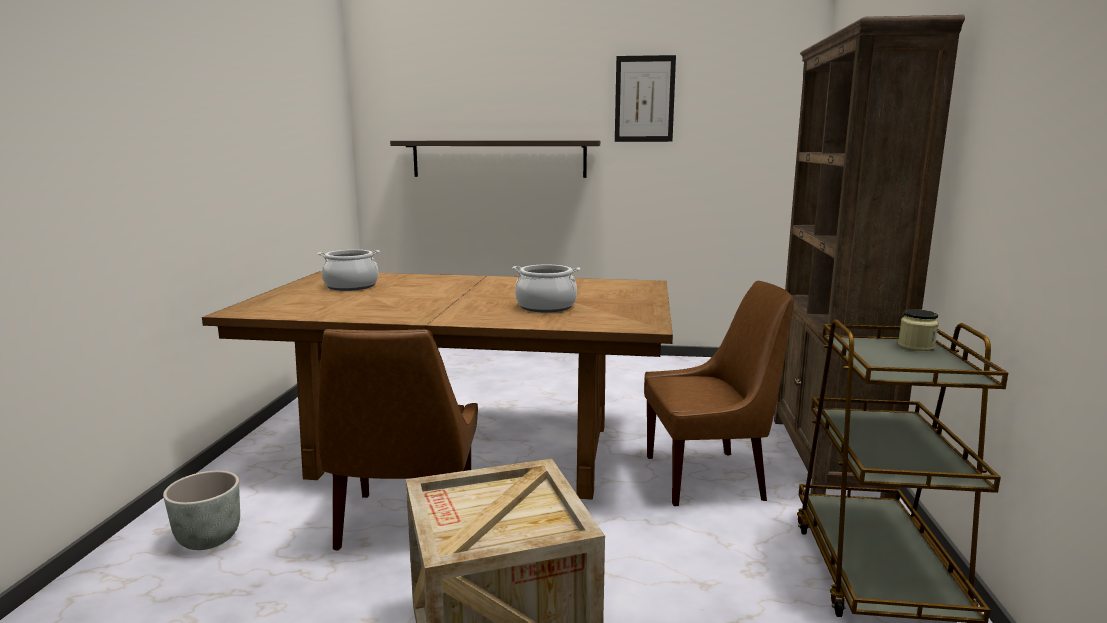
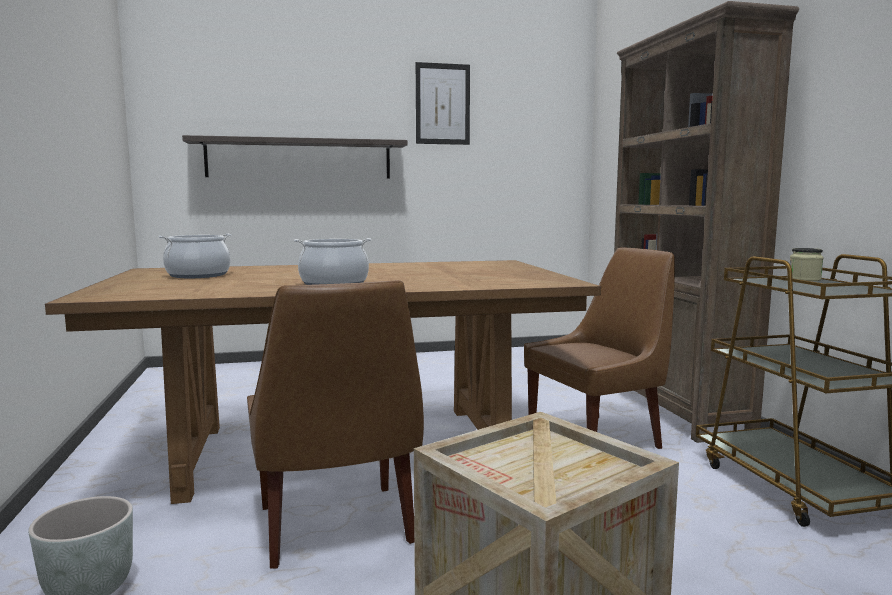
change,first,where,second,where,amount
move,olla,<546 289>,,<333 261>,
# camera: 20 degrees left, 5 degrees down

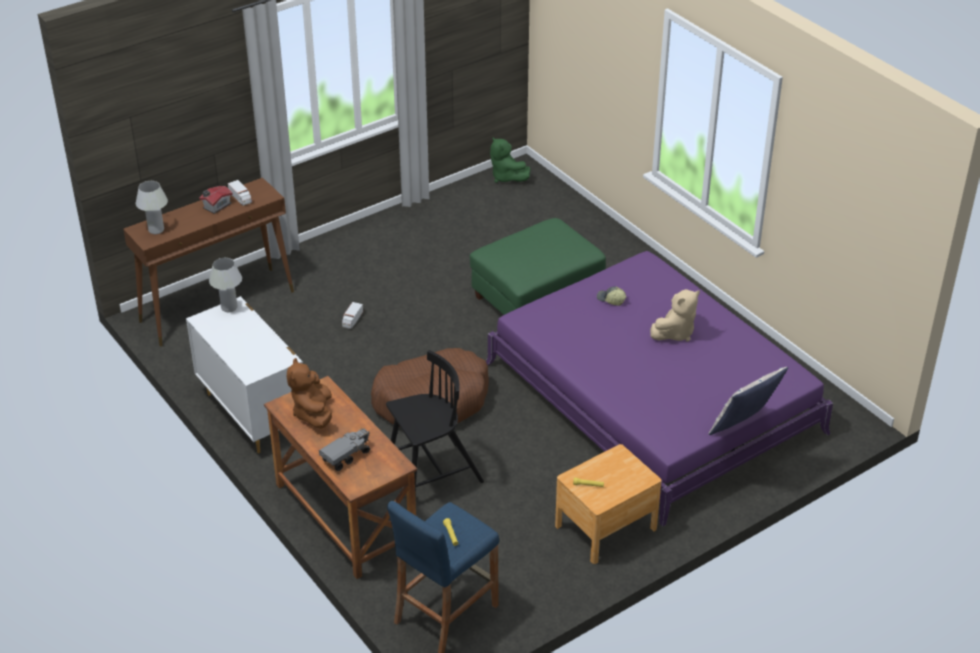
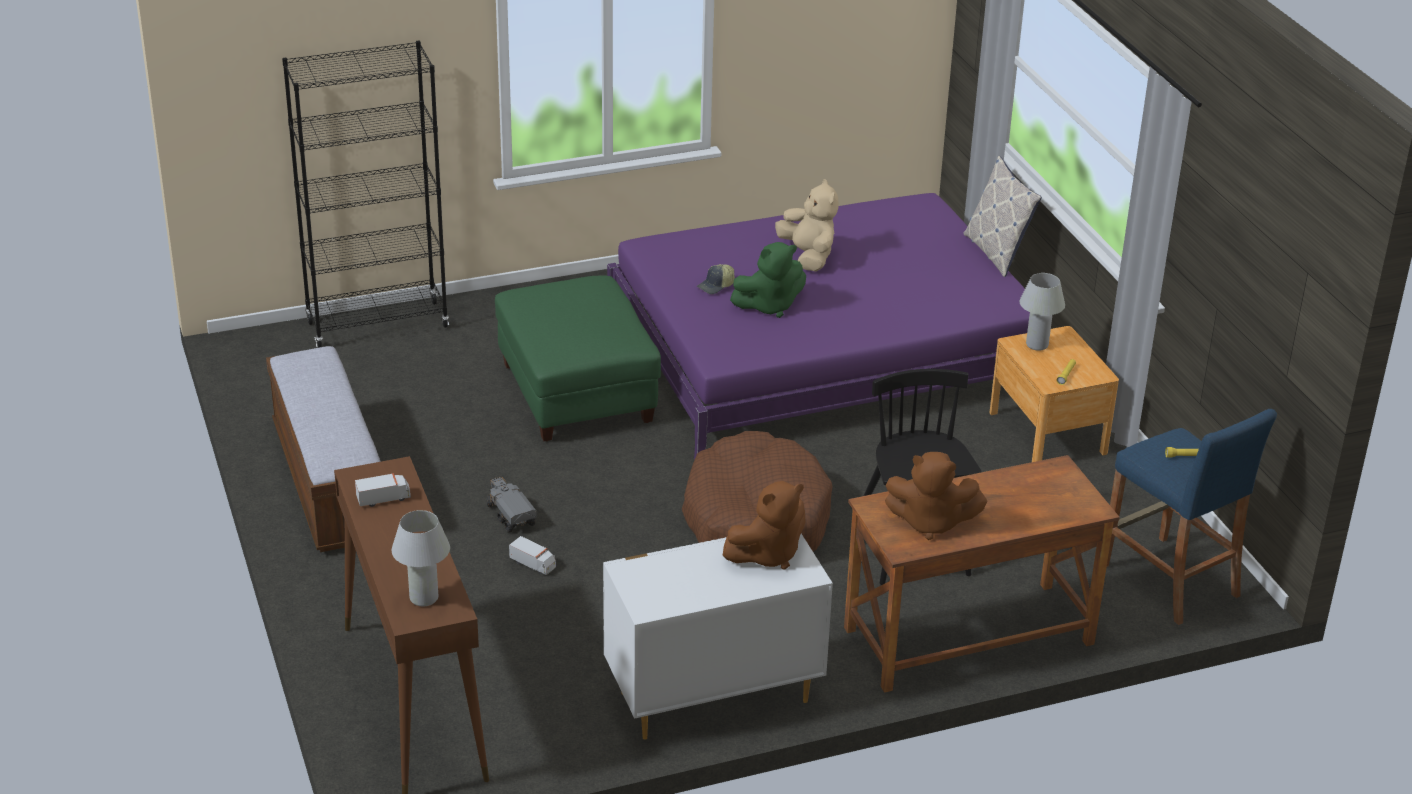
change,first,where,second,where,amount
insert,,,banco,<323 449>,
insert,,,estantería/negro,<365 194>,
move,camión de juguete,<344 449>,,<512 505>,
insert,,,peluche/marrón,<764 525>,
move,peluche/verde,<510 160>,,<768 280>,
move,lámpara de mesa/blanco,<225 285>,,<1042 312>,
delete,casita,<216 200>,,,
# camera: 75 degrees left, 5 degrees down

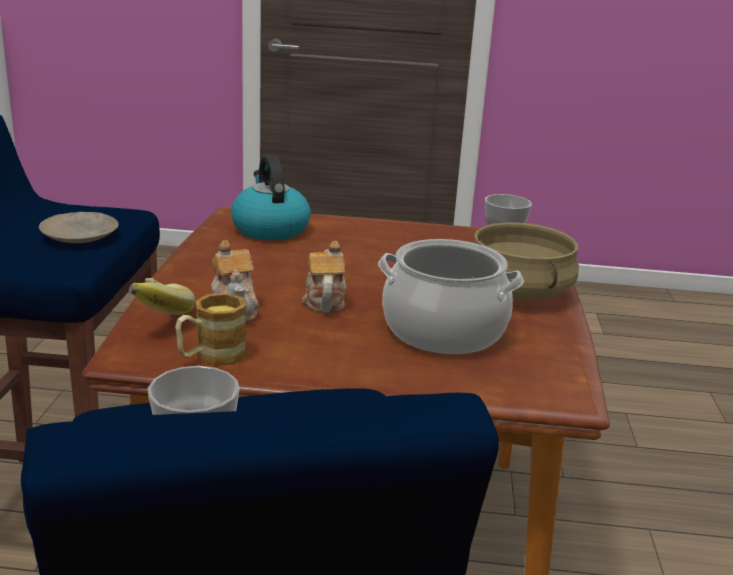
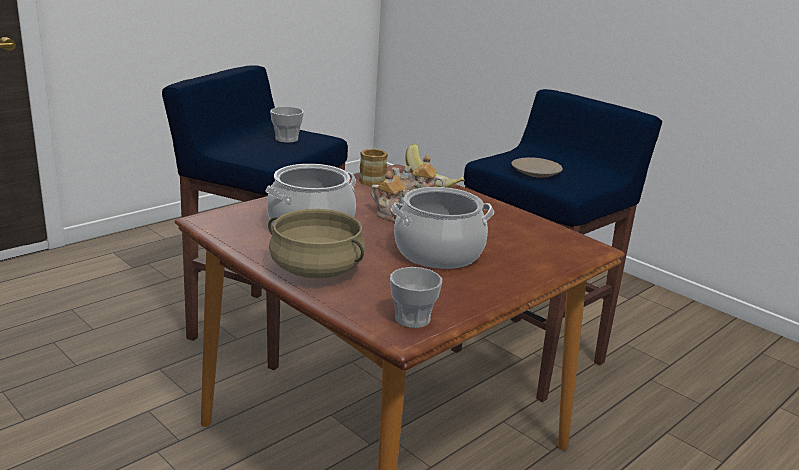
change,first,where,second,where,amount
insert,,,olla,<442 228>,
delete,hervidor,<271 197>,,,
# camera: 130 degrees right, 0 degrees up

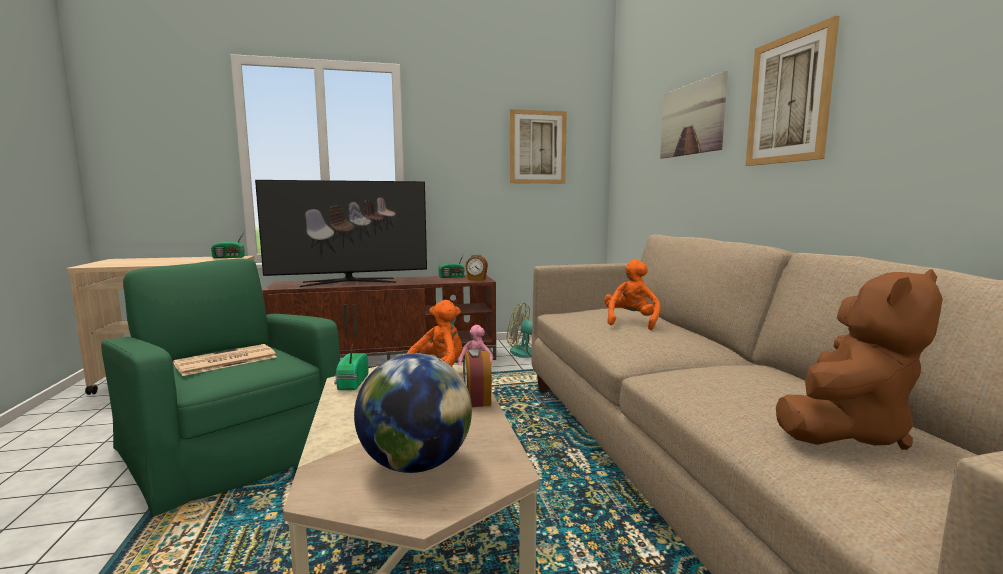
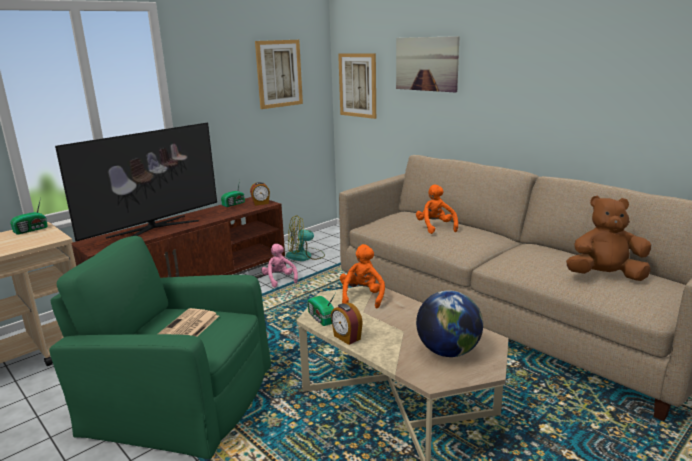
change,first,where,second,where,amount
move,despertador,<477 378>,,<347 324>,
move,cuadro,<792 91>,,<357 86>,
rotate,peluche/marrón,<859 359>,,<608 238>,105 degrees counterclockwise
# camera: 30 degrees left, 10 degrees up

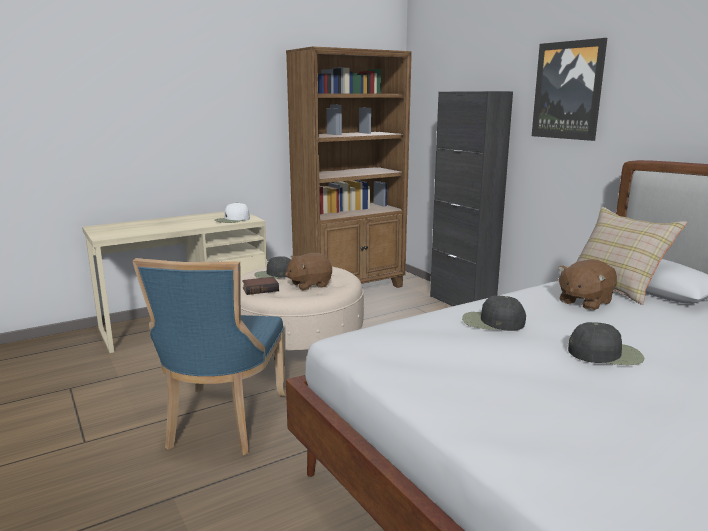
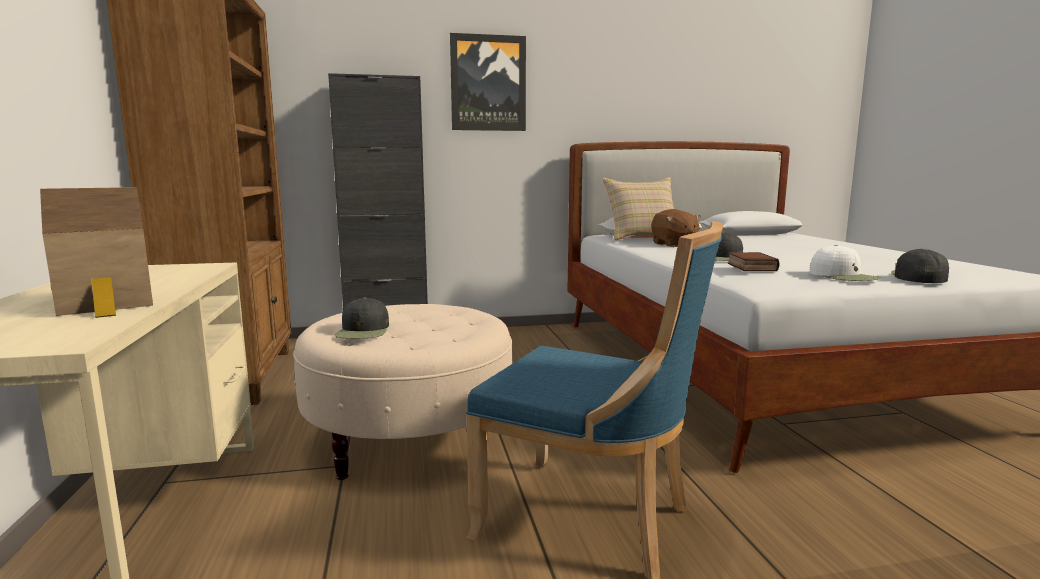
change,first,where,second,where,amount
insert,,,casita,<96 252>,
move,libro,<260 286>,,<753 261>,
move,gorra/blanco,<232 213>,,<845 263>,
move,gorra/negro,<606 343>,,<920 266>,
delete,peluche/marrón,<308 271>,,,
# camera: 70 degrees left, 5 degrees down

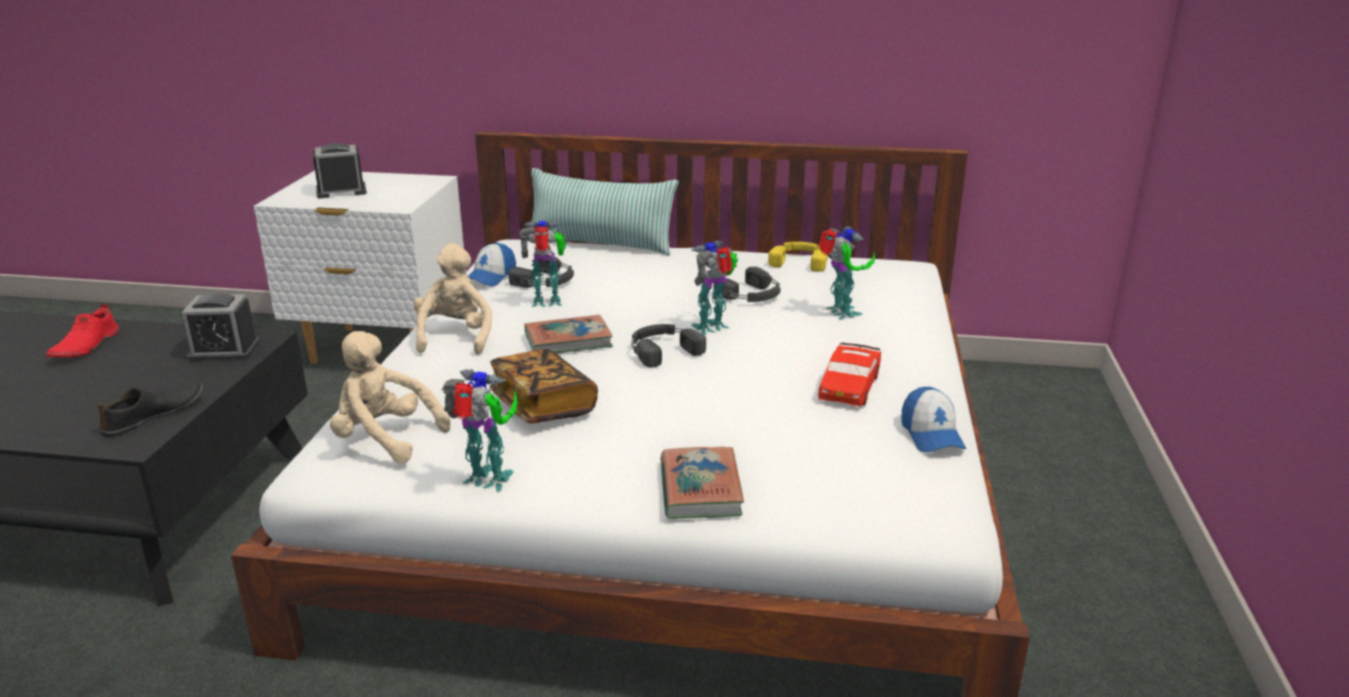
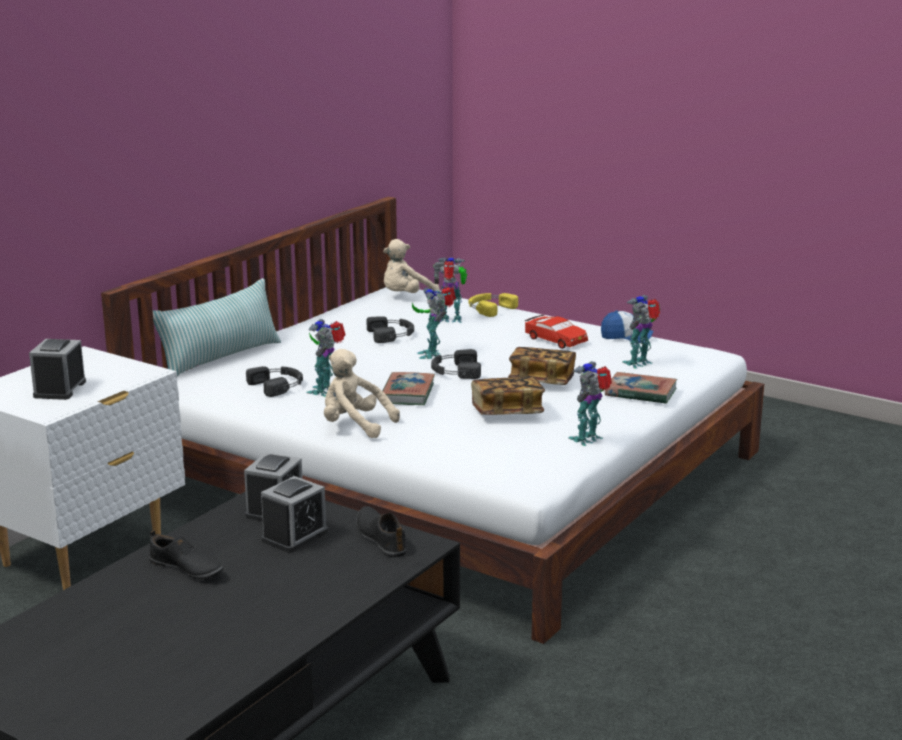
change,first,where,second,where,amount
recolor,zapato/rojo,<83 330>,zapato/negro,<186 554>,
insert,,,despertador,<294 514>,
move,peluche/beis,<390 397>,,<411 266>,
move,auriculares/amarillo,<798 257>,,<493 305>,
insert,,,libro,<542 366>,
insert,,,robot de juguete,<641 332>,
delete,gorra,<492 264>,,,
# camera: 65 degrees left, 5 degrees down

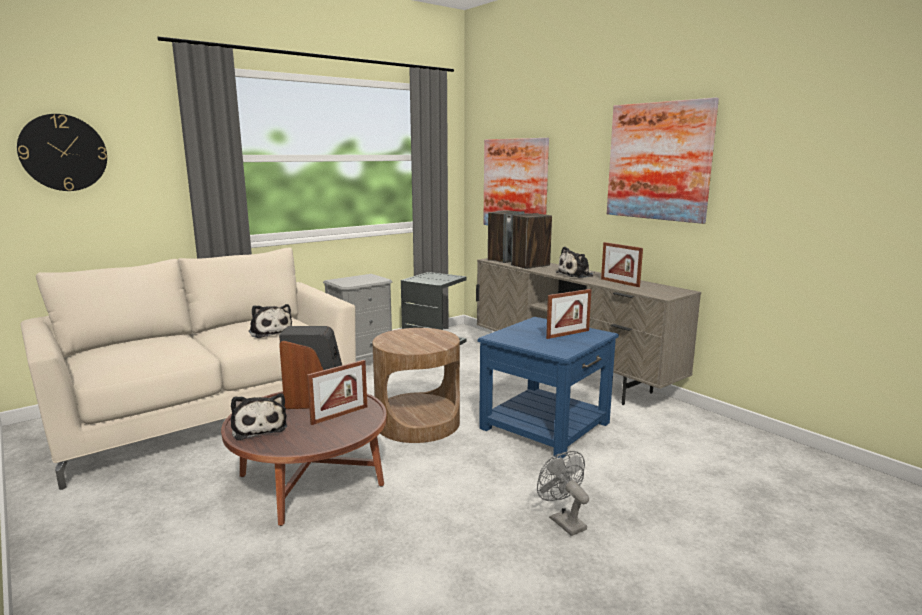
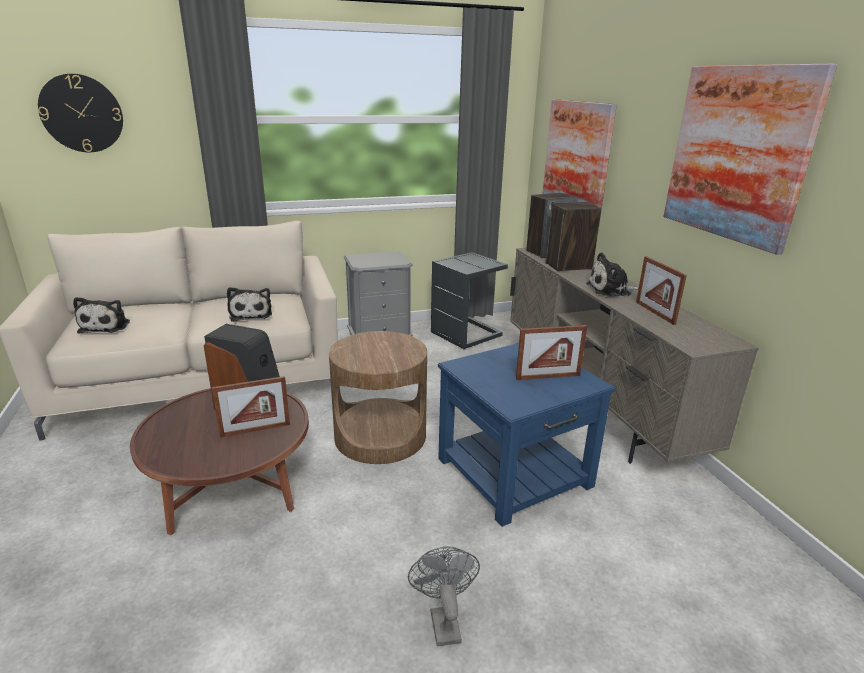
change,first,where,second,where,amount
move,peluche,<259 417>,,<101 315>,
# camera: 20 degrees right, 10 degrees up

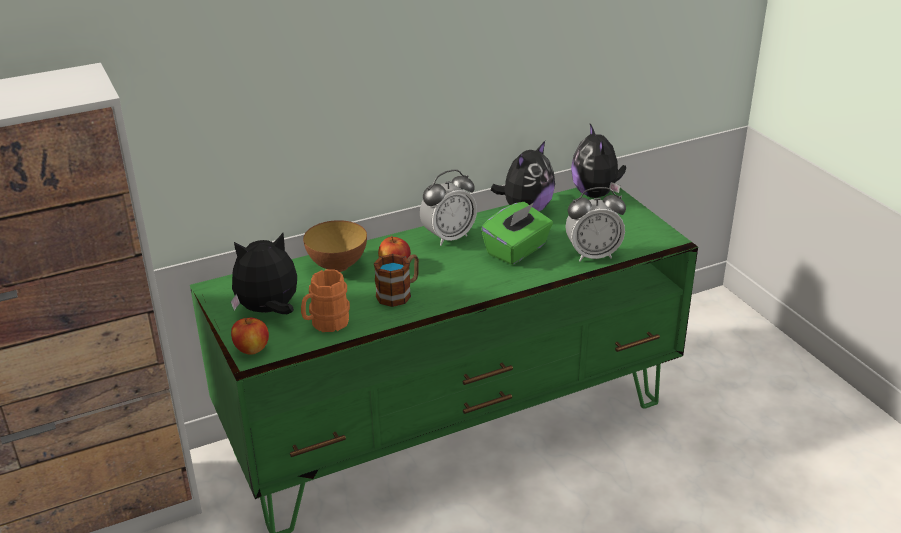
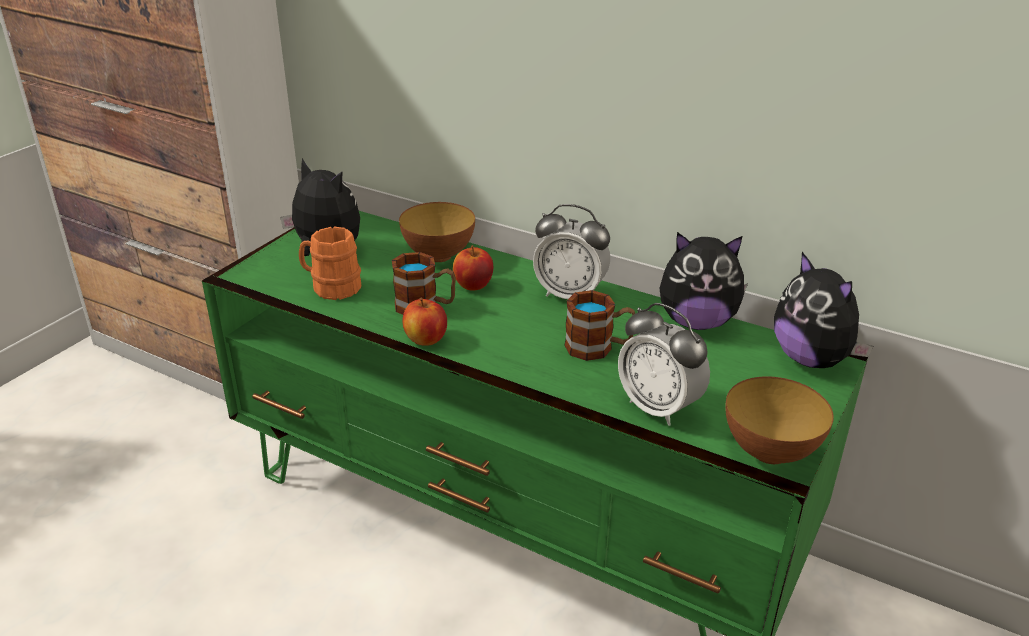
change,first,where,second,where,amount
move,manzana,<250 336>,,<425 321>,
replace,caja de pañuelos/verde,<517 233>,taza grande,<599 325>,
insert,,,cuenco,<779 420>,
rotate,peluche,<598 161>,,<823 310>,75 degrees counterclockwise
# camera: 55 degrees right, 0 degrees up

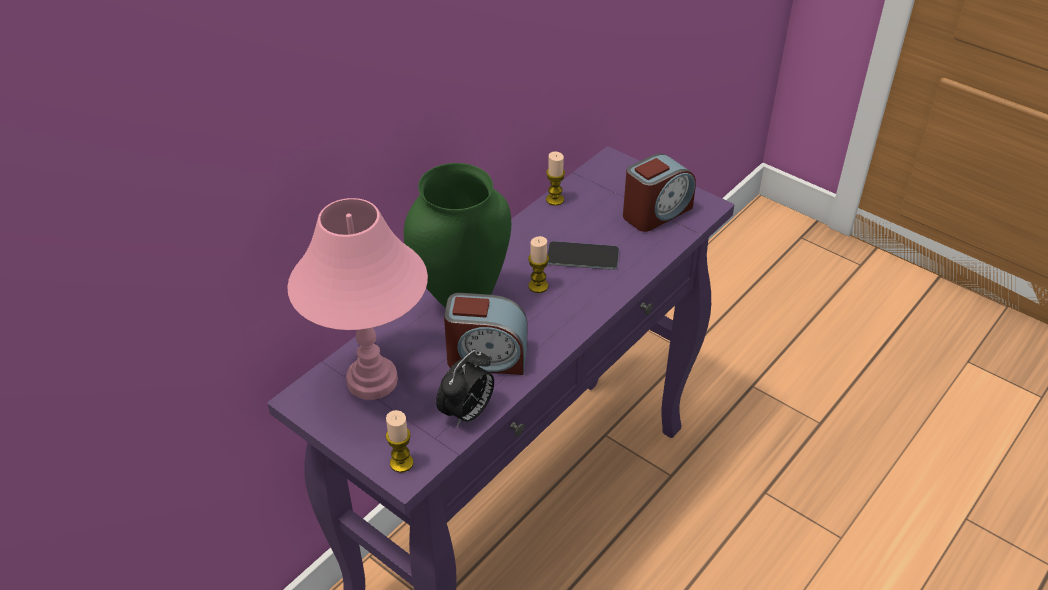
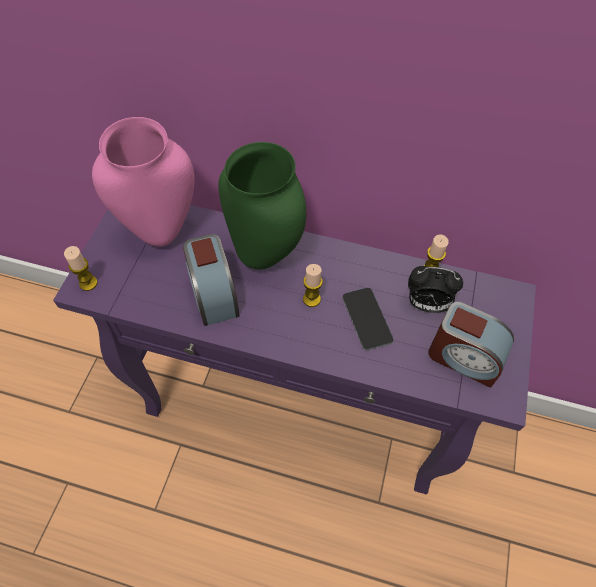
change,first,where,second,where,amount
replace,lámpara de mesa/rosa,<357 299>,florero/rosa,<143 182>,
move,despertador,<465 389>,,<435 289>,
# camera: 65 degrees right, 15 degrees up

